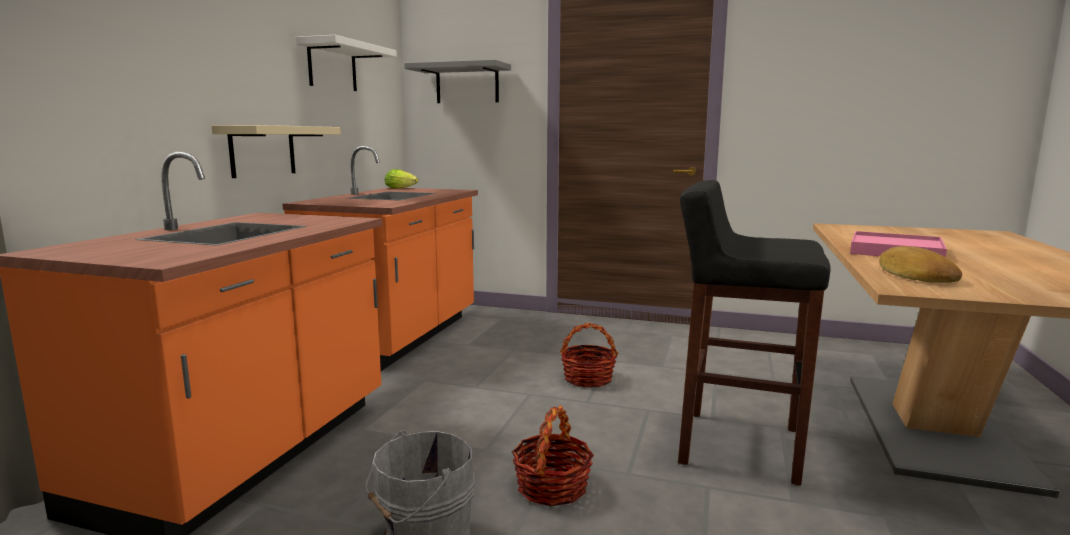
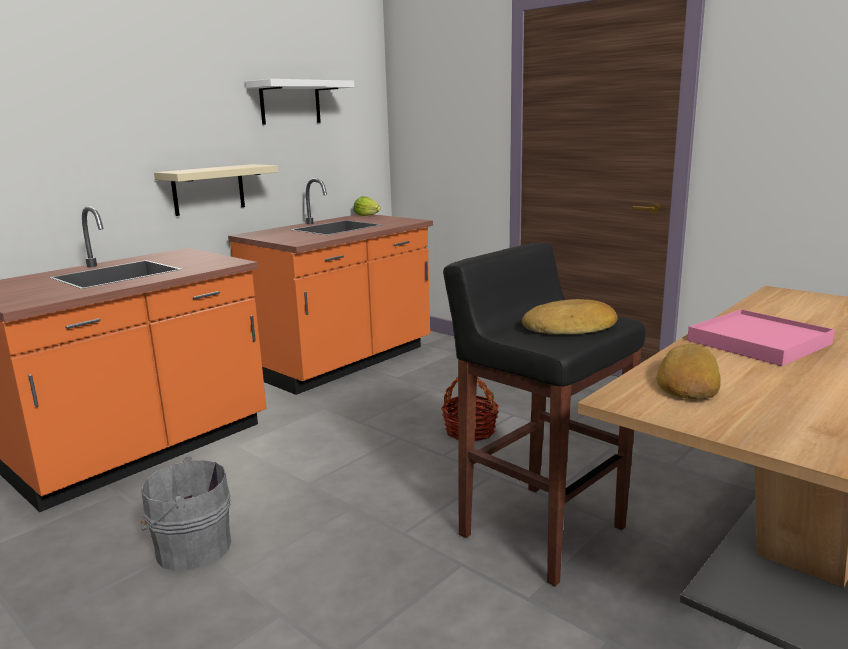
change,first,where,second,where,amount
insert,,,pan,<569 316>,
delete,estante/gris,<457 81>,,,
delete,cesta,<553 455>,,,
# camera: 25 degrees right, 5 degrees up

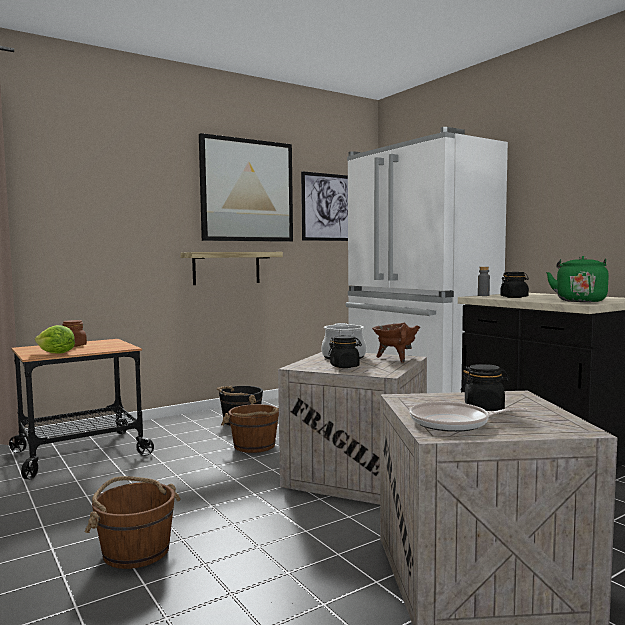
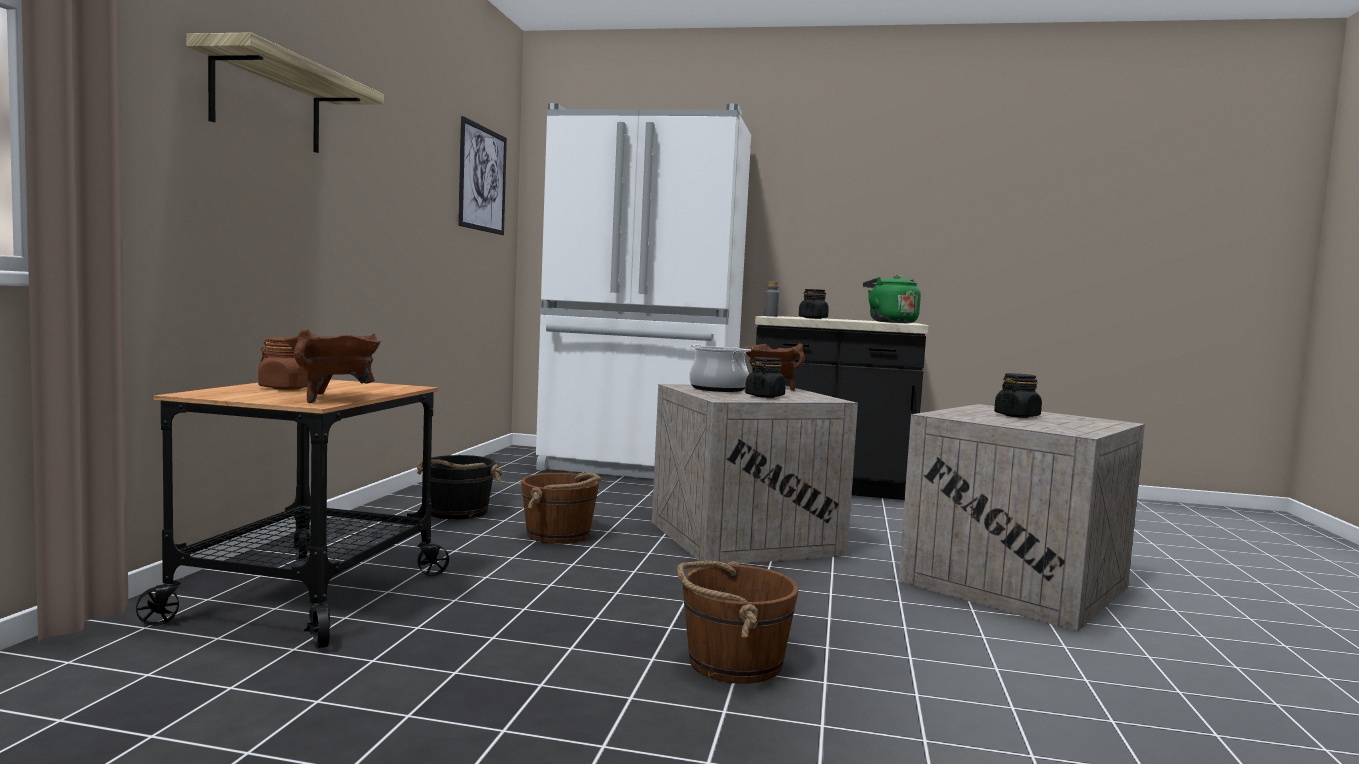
change,first,where,second,where,amount
move,estante,<231 268>,,<285 92>,
replace,lechuga,<55 339>,olla/marrón,<333 365>,
delete,cuadro,<246 187>,,,
delete,sartén,<468 417>,,,
# camera: 45 degrees left, 0 degrees up

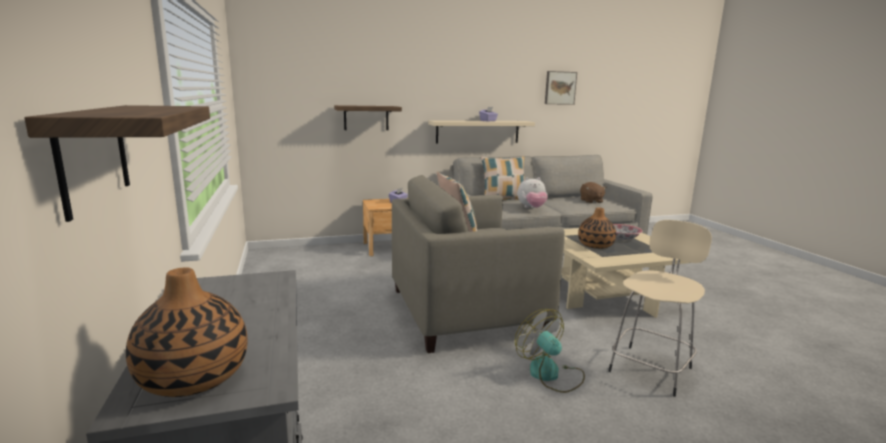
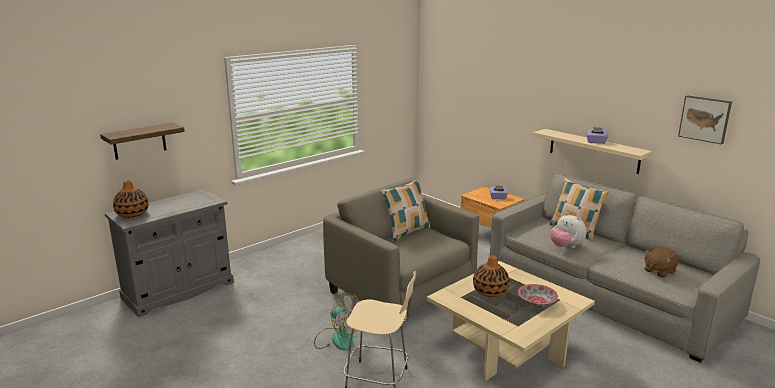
change,first,where,second,where,amount
rotate,ventilador,<550 351>,,<336 321>,90 degrees clockwise
delete,estante,<368 117>,,,
# camera: 65 degrees right, 5 degrees up

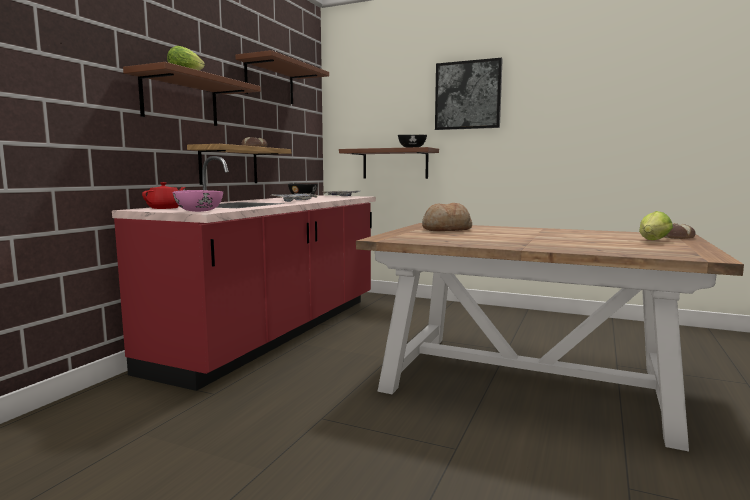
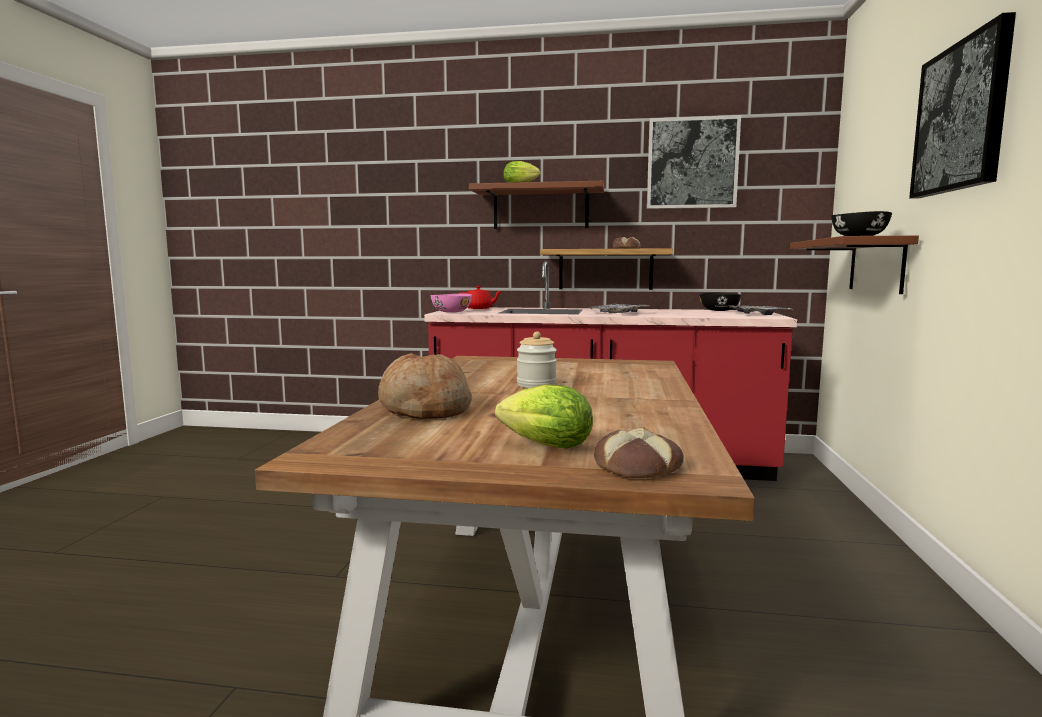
change,first,where,second,where,amount
move,pan,<447 217>,,<425 386>,
insert,,,tarro,<537 359>,
replace,estante/marrón,<282 77>,cuadro,<694 162>,
# camera: 75 degrees right, 0 degrees up

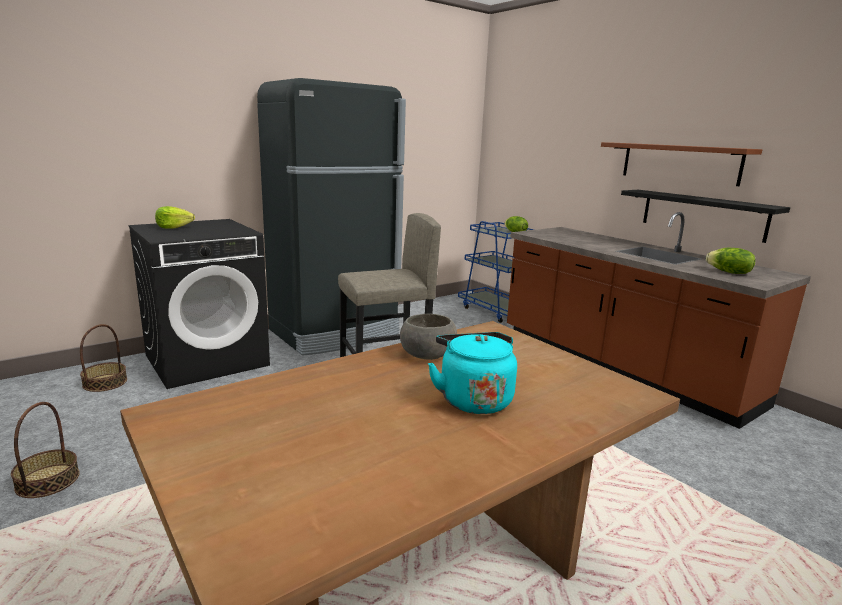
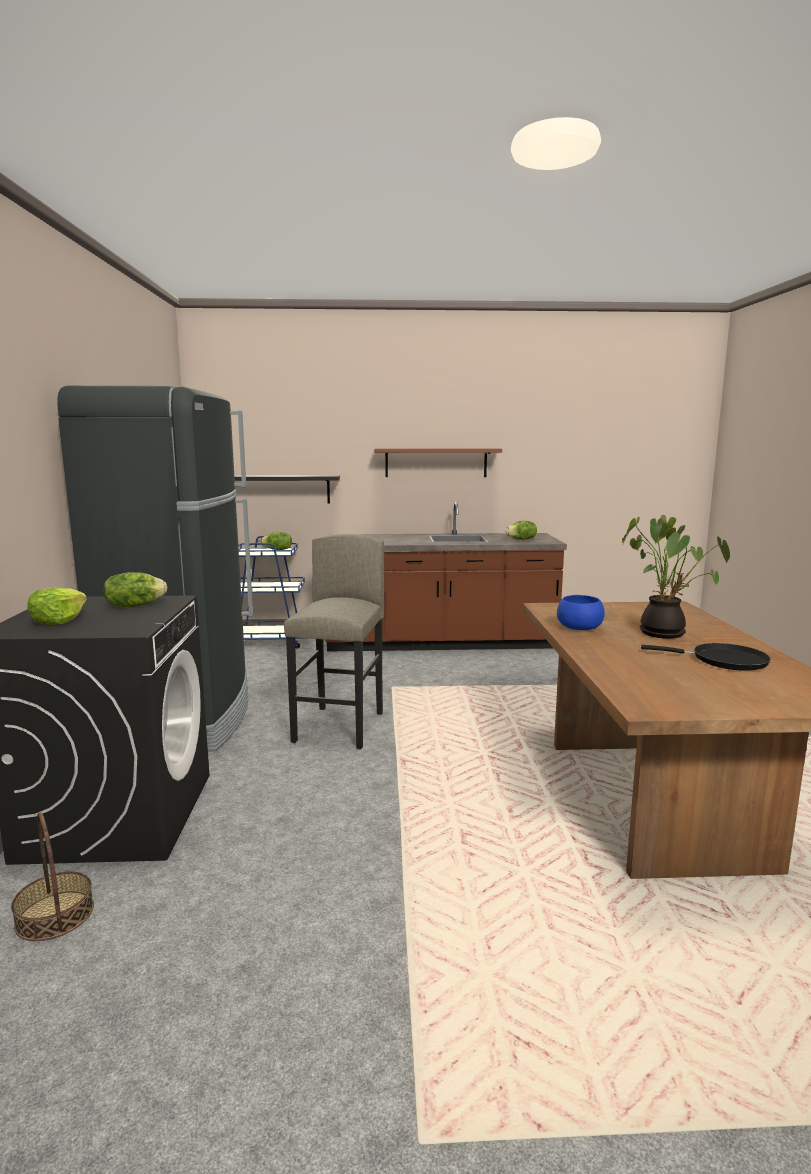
change,first,where,second,where,amount
insert,,,lechuga,<135 589>,
move,estante/negro,<705 216>,,<287 489>,
recolor,cuenco/gris,<428 337>,cuenco/azul,<581 612>,
replace,hervidor/turquesa,<472 373>,planta en maceta,<676 577>,
insert,,,sartén/negro,<706 657>,
delete,cesta,<45 450>,,,
# camera: 55 degrees left, 5 degrees down

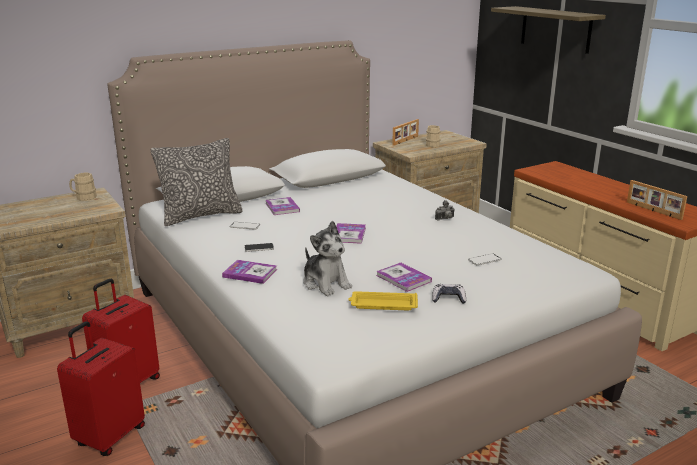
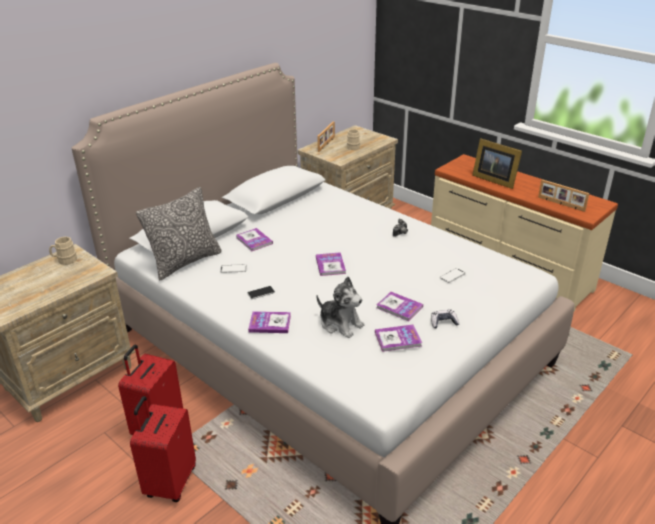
change,first,where,second,where,amount
replace,bandeja/amarillo,<383 300>,libro,<398 338>,
insert,,,portarretratos,<497 163>,
delete,estante,<548 30>,,,
# camera: 15 degrees left, 10 degrees up

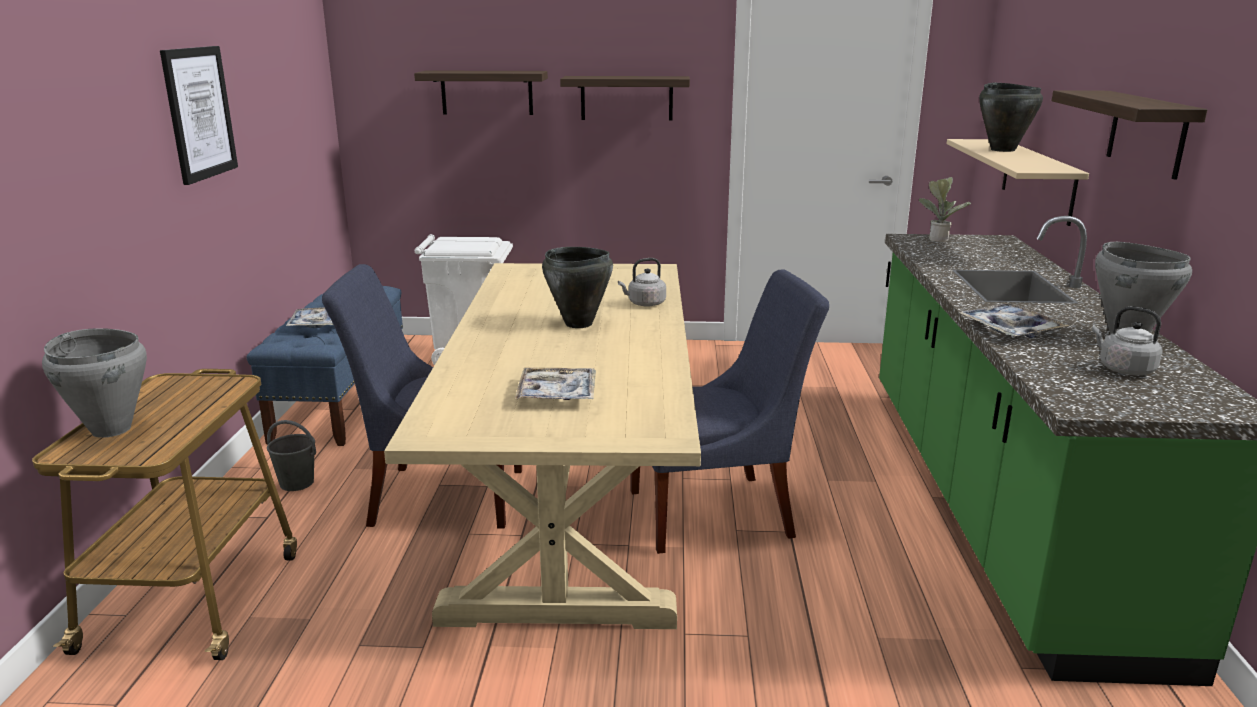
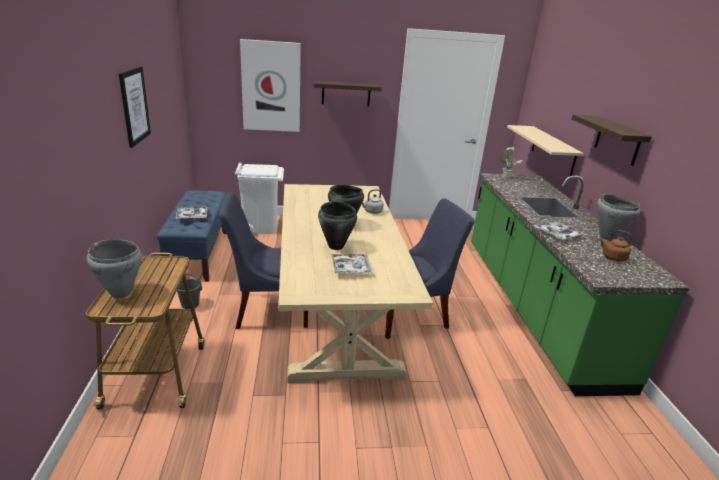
change,first,where,second,where,amount
replace,estante,<481 92>,cuadro,<270 85>,
move,olla/negro,<1011 117>,,<337 225>,
recolor,hervidor/gris,<1127 340>,hervidor/marrón,<615 246>,
# camera: 10 degrees left, 5 degrees up

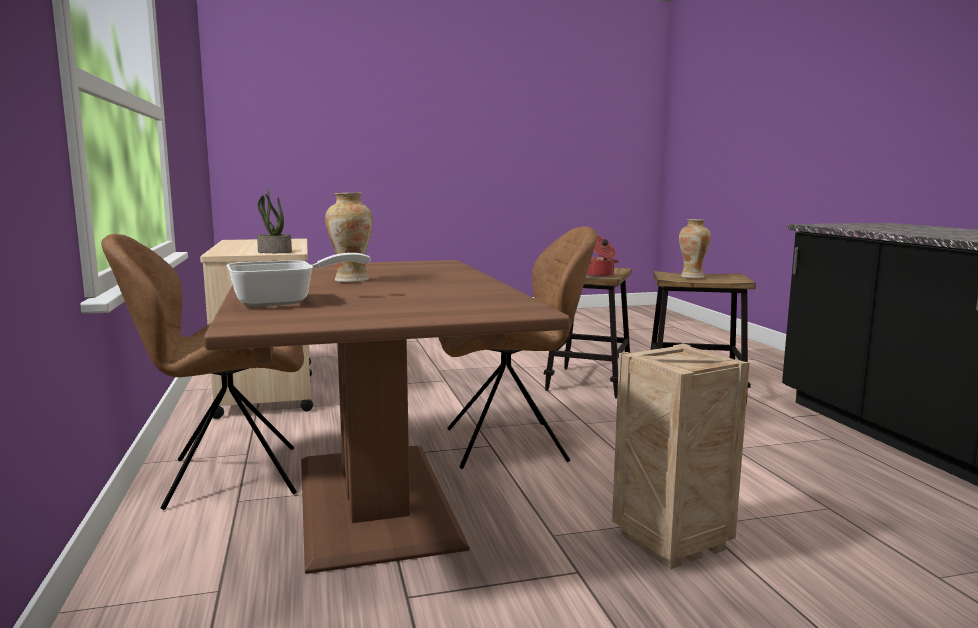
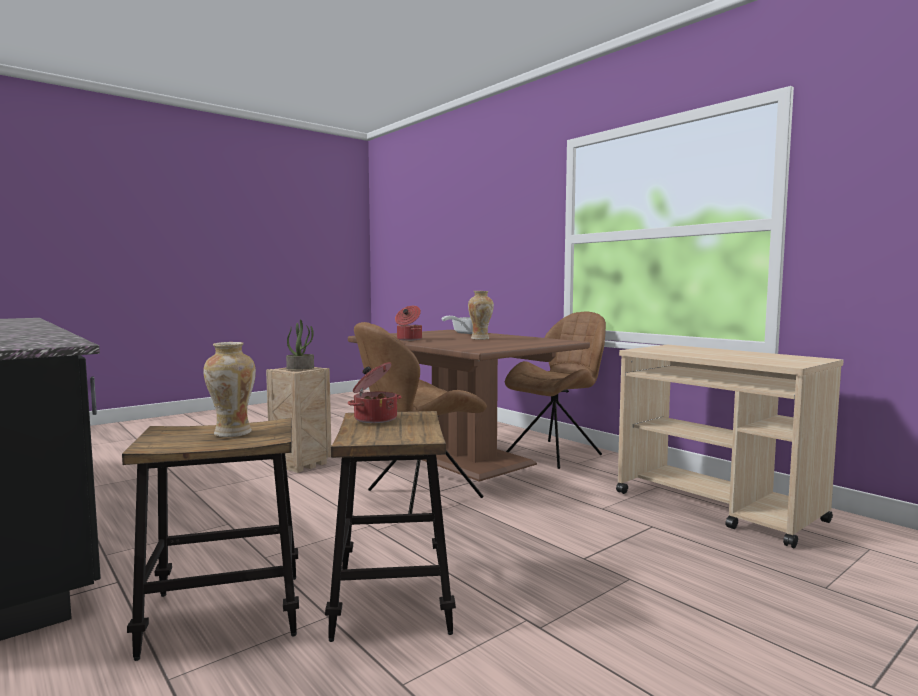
change,first,where,second,where,amount
move,planta en maceta,<274 220>,,<300 344>,
insert,,,olla,<408 323>,
# camera: 155 degrees right, 5 degrees down

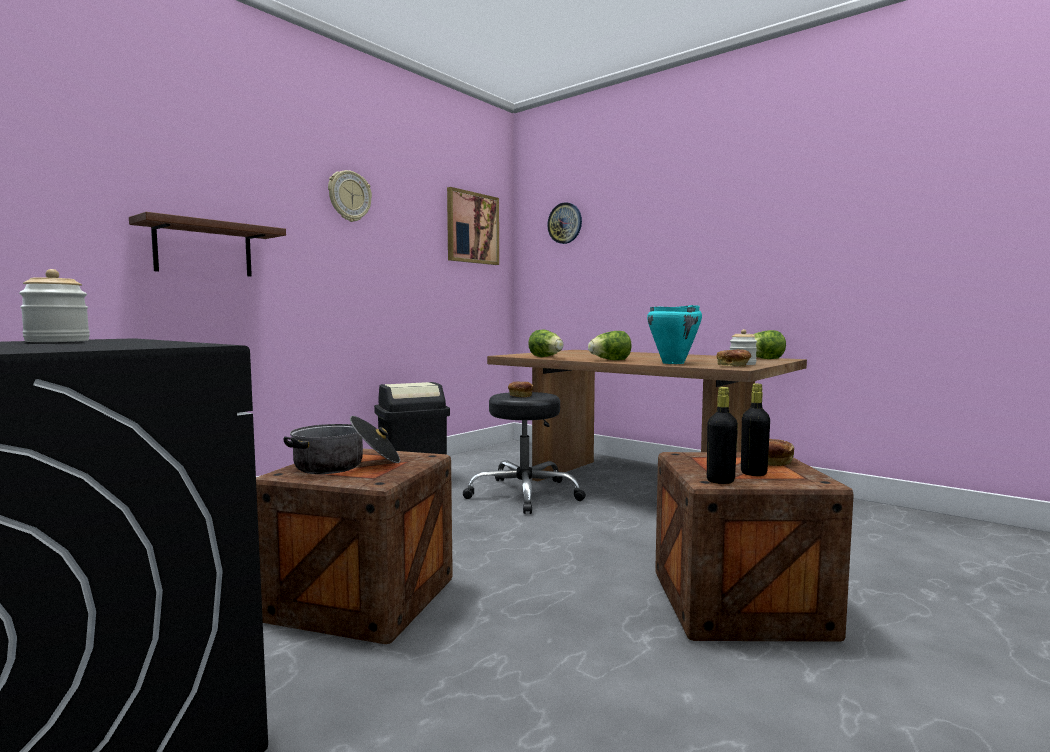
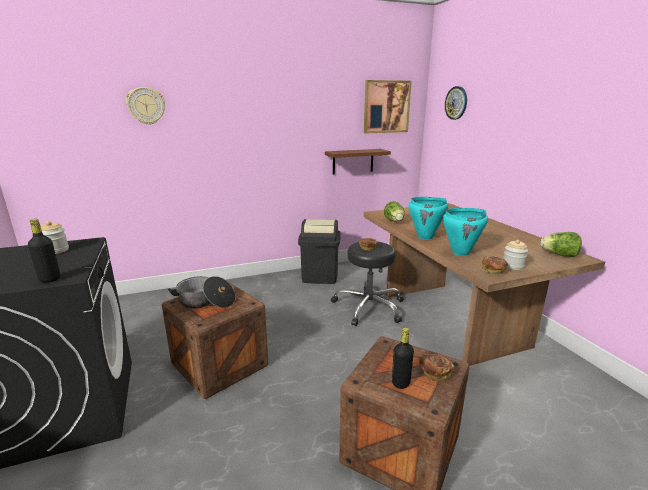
change,first,where,second,where,amount
move,botella/negro,<722 435>,,<44 251>,
move,reloj de pared,<350 196>,,<145 106>,
move,estante/marrón,<207 244>,,<358 162>,
replace,lechuga,<610 345>,olla/turquesa,<428 218>,
# camera: 30 degrees right, 15 degrees up

